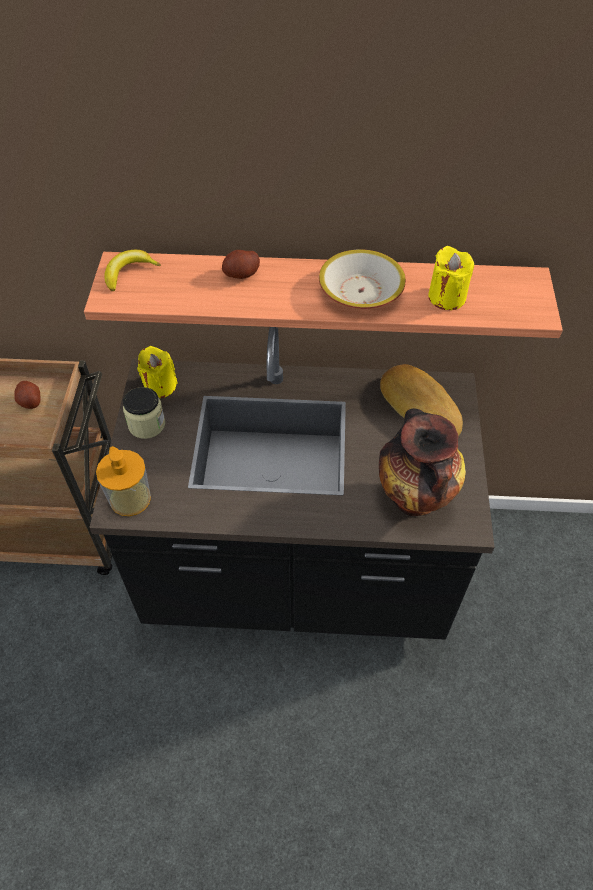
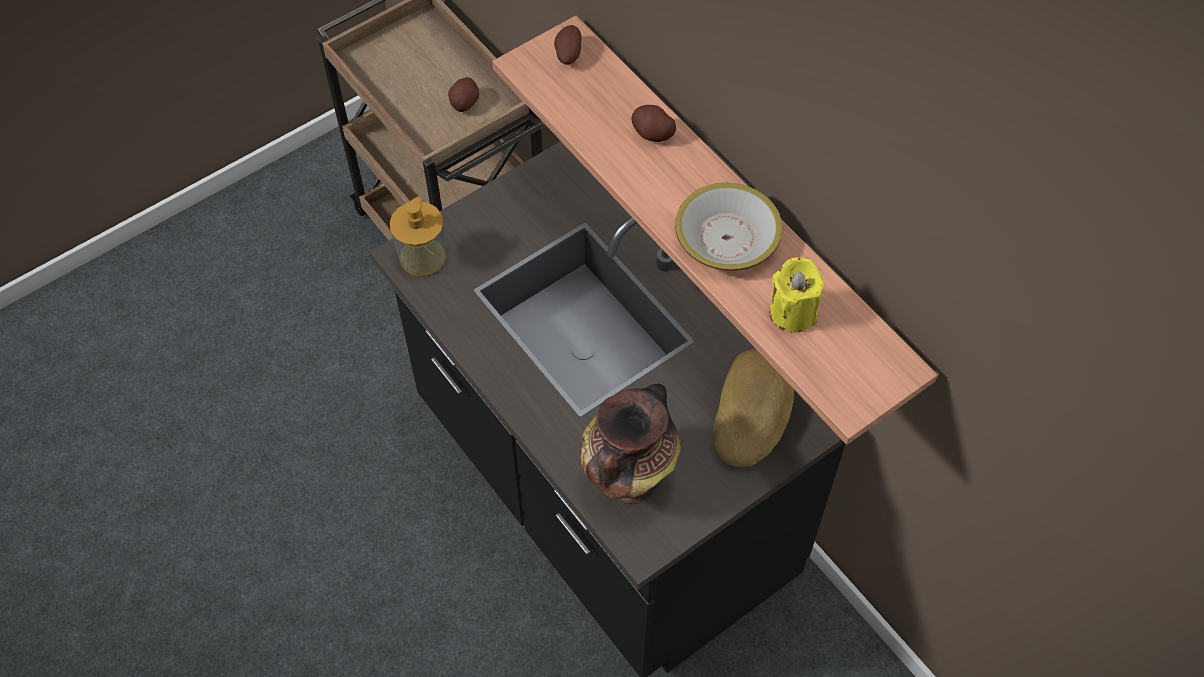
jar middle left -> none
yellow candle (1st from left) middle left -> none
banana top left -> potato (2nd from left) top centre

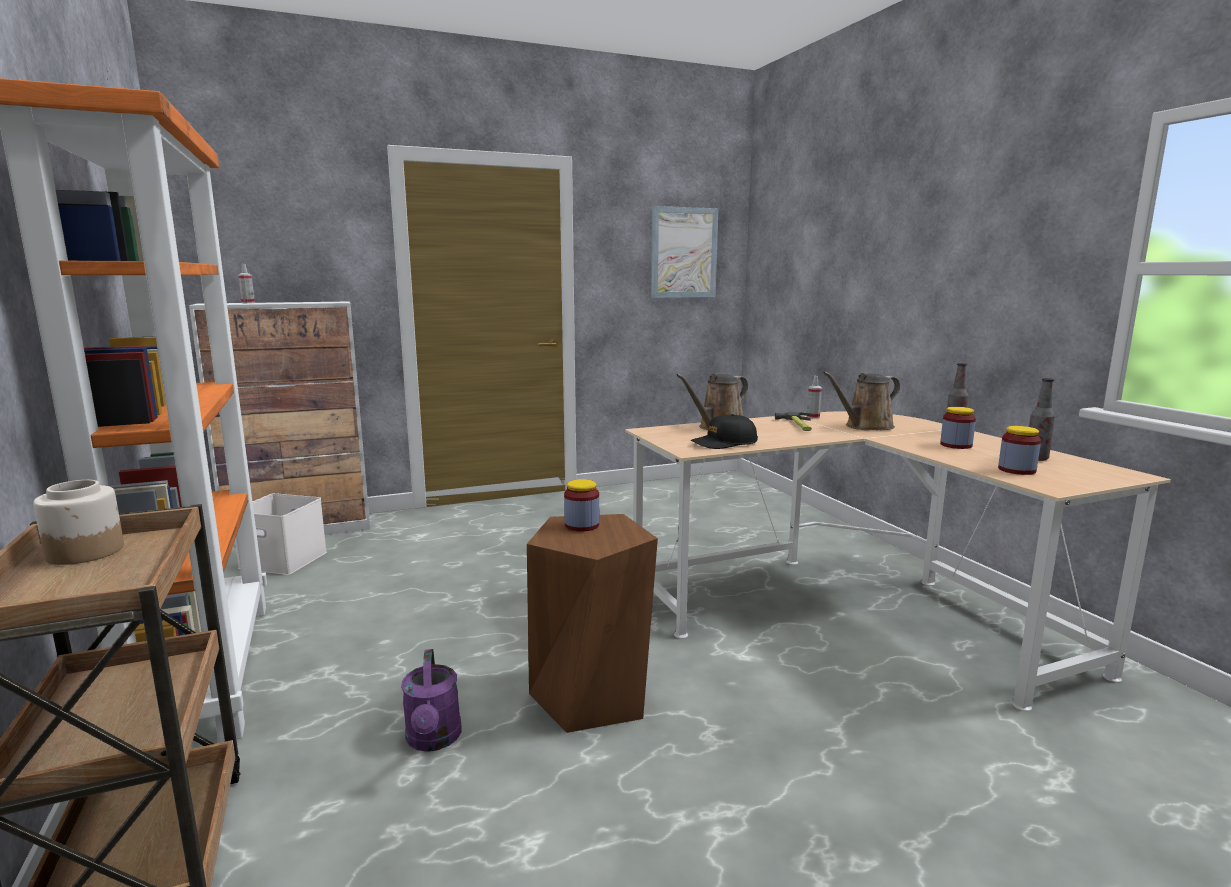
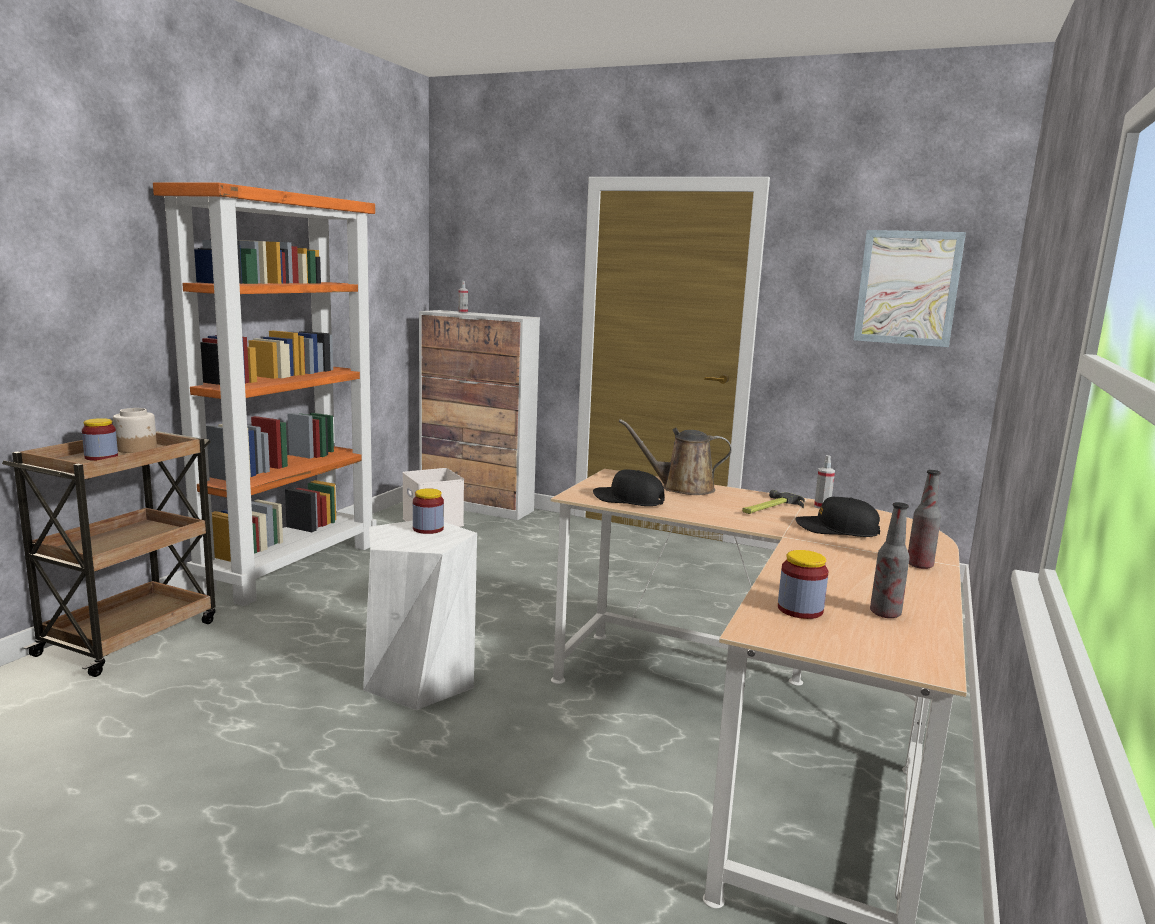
purple watering can bottom centre -> none
jar (3rd from left in the first image) middle right -> jar (1st from left) middle left, move
brown watering can (2nd from left) middle right -> black cap (2nd from left) middle right
brown stool bottom centre -> white stool centre

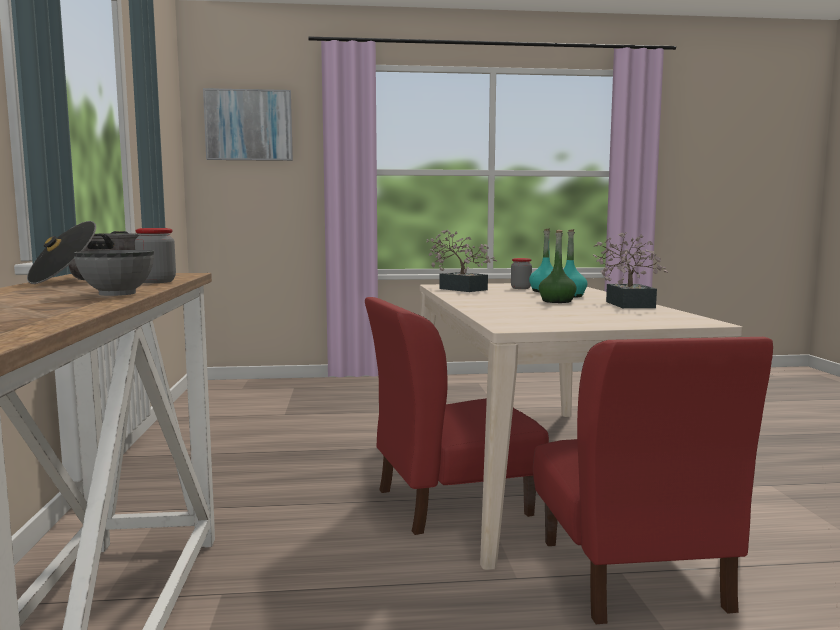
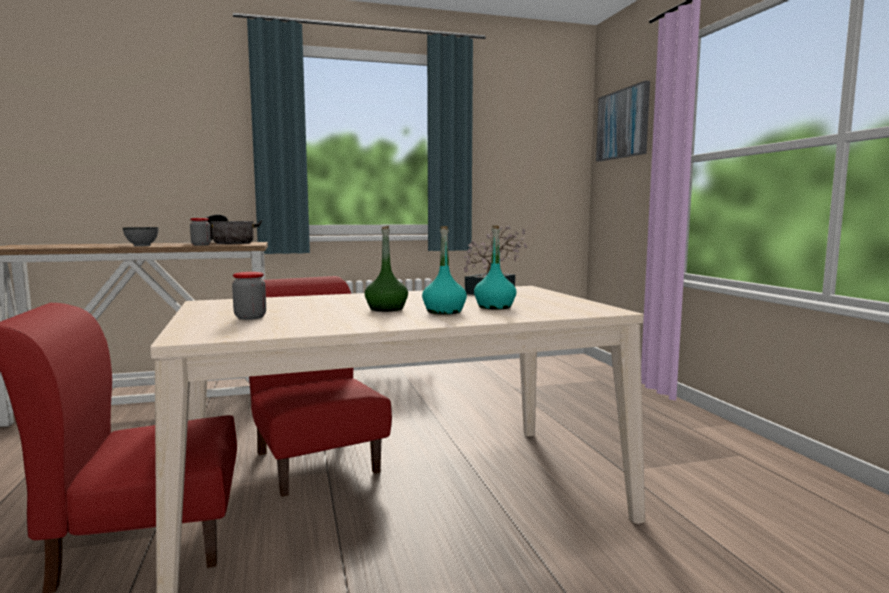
potted plant (2nd from left) middle right -> none
jar (2nd from left) centre -> jar (2nd from left) middle left, move

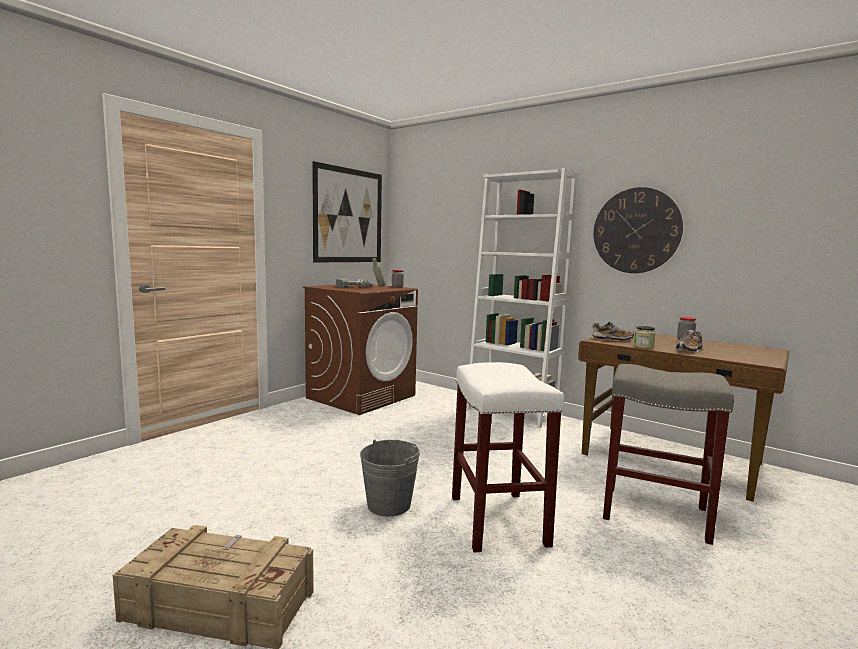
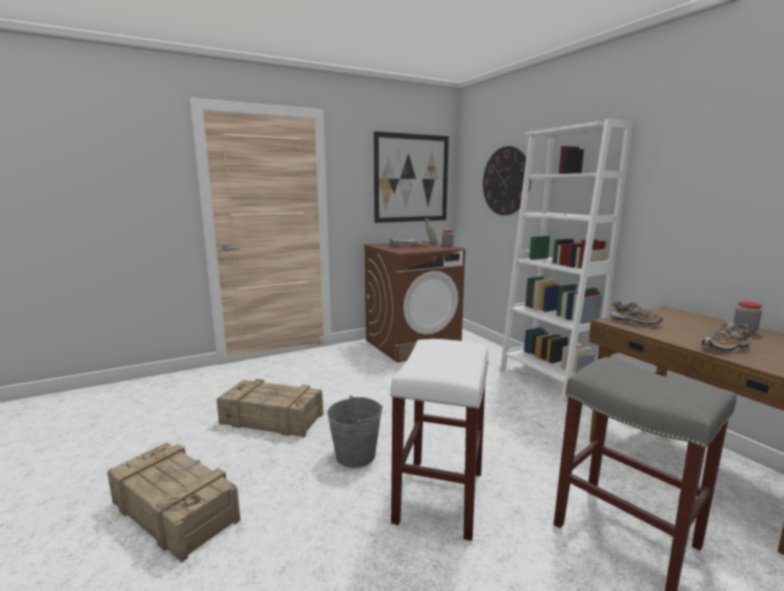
jar (2nd from left) middle right -> none
none -> crate (2nd from left) bottom centre
wall clock middle right -> wall clock top centre, move

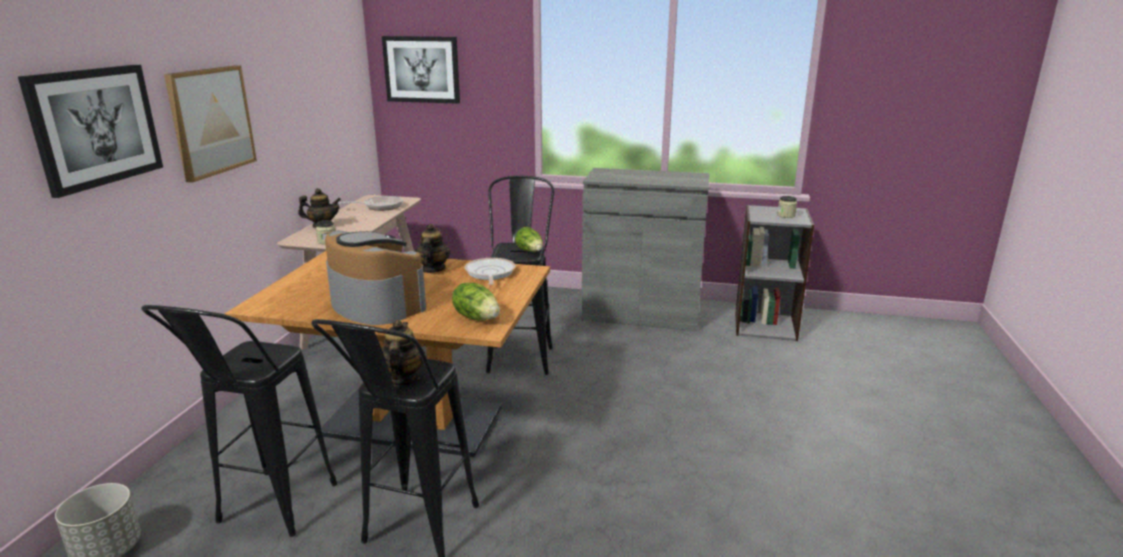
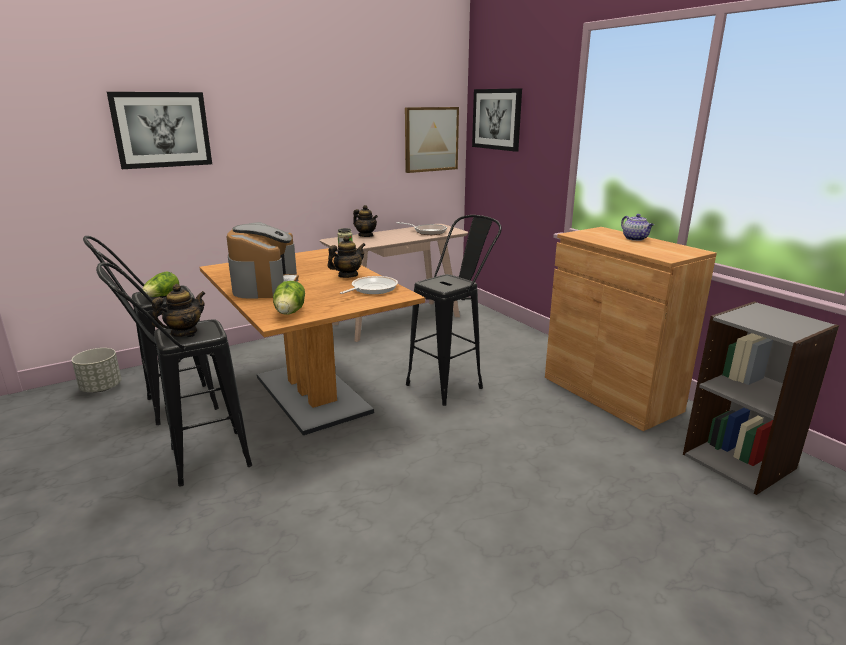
jar (2nd from left) middle right -> none
none -> teapot (4th from left) middle right
picture (2nd from left) top left -> picture (2nd from left) top centre, move
lettuce (2nd from left in the first image) centre -> lettuce (1st from left) middle left, move
grey cabinet centre -> brown cabinet middle right

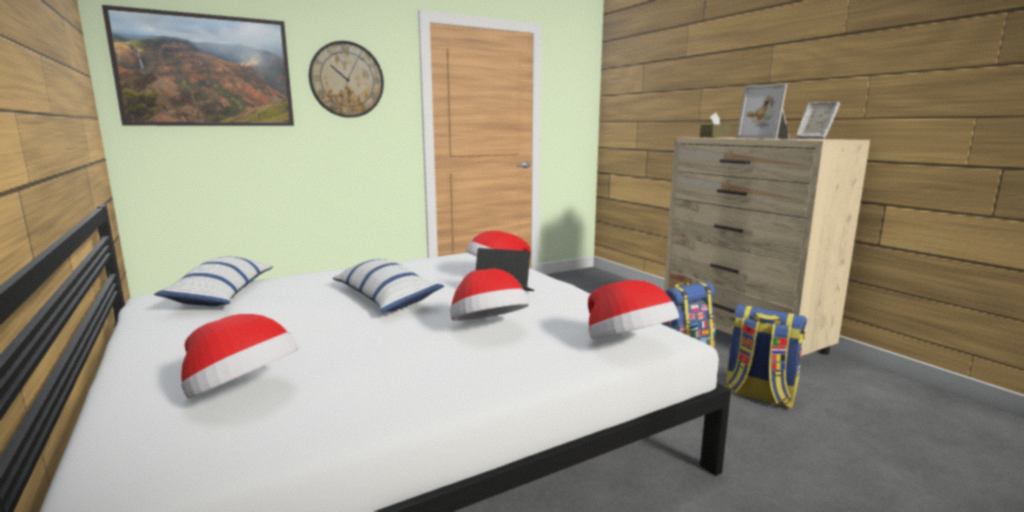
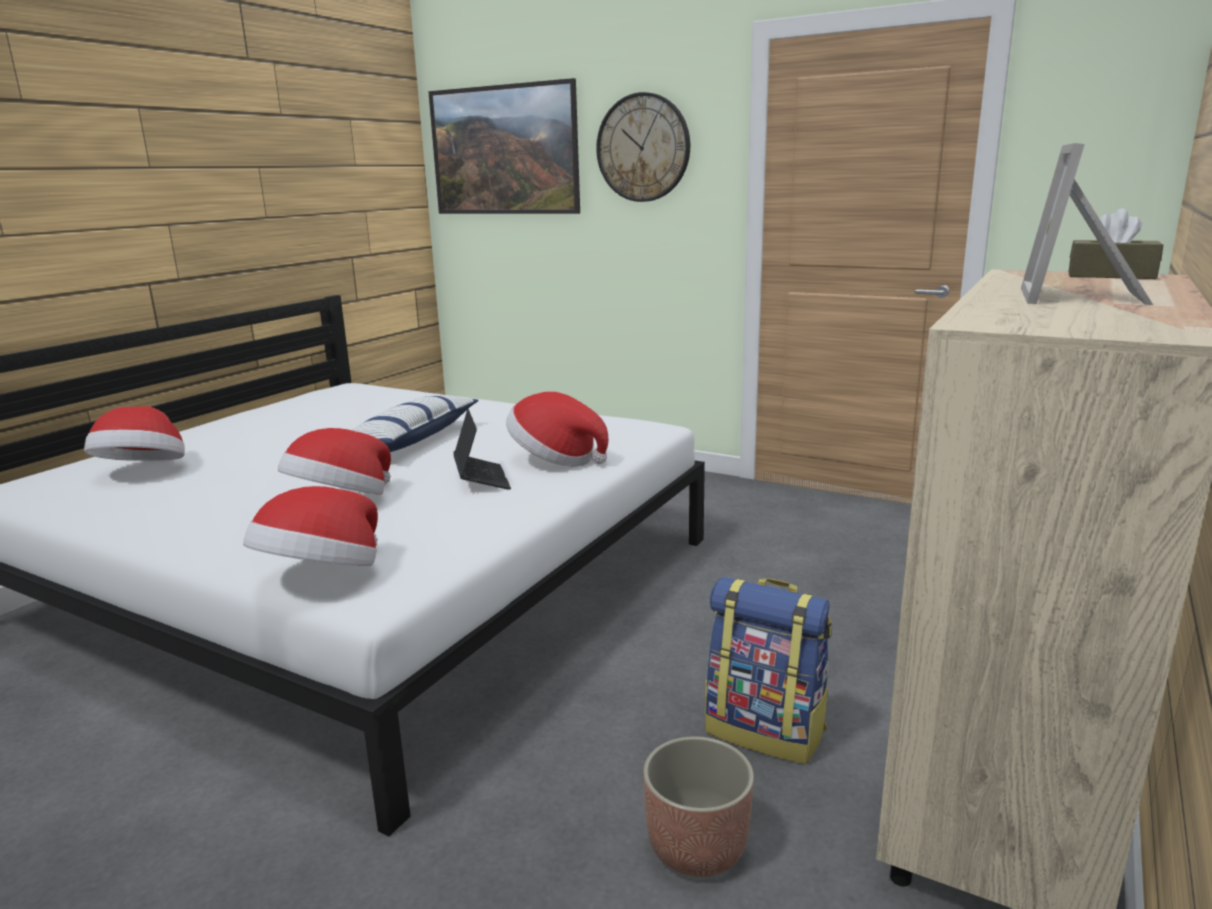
pillow (1st from left) middle left -> none
picture frame (2nd from left) top right -> none
backpack (2nd from left) bottom right -> planter bottom centre

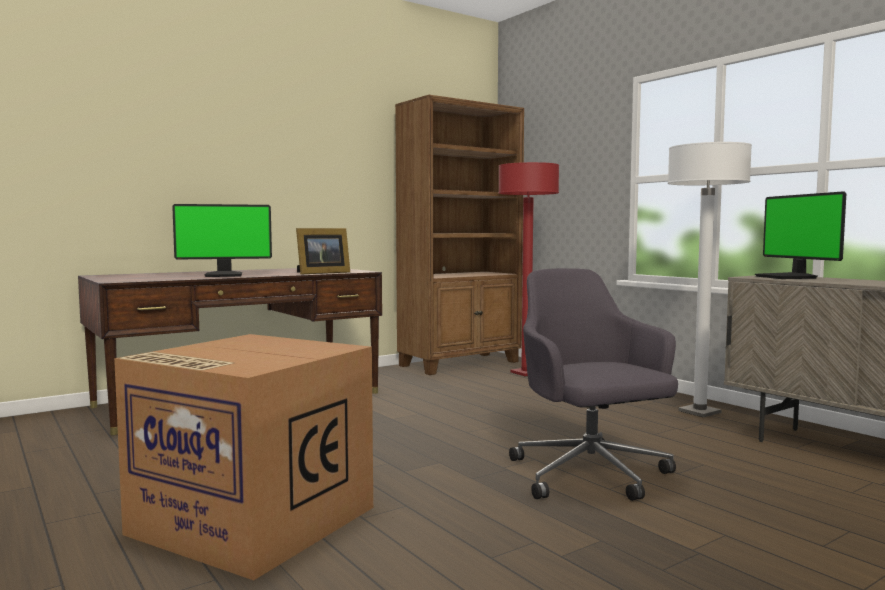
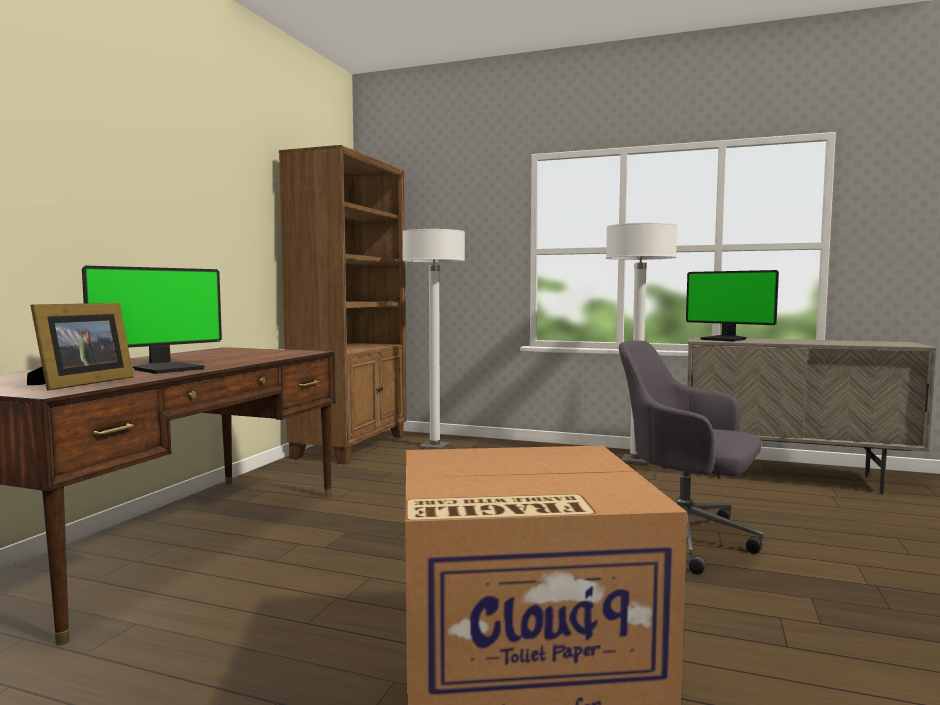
picture frame centre -> picture frame middle left, move
red floor lamp centre -> white floor lamp (1st from left) centre

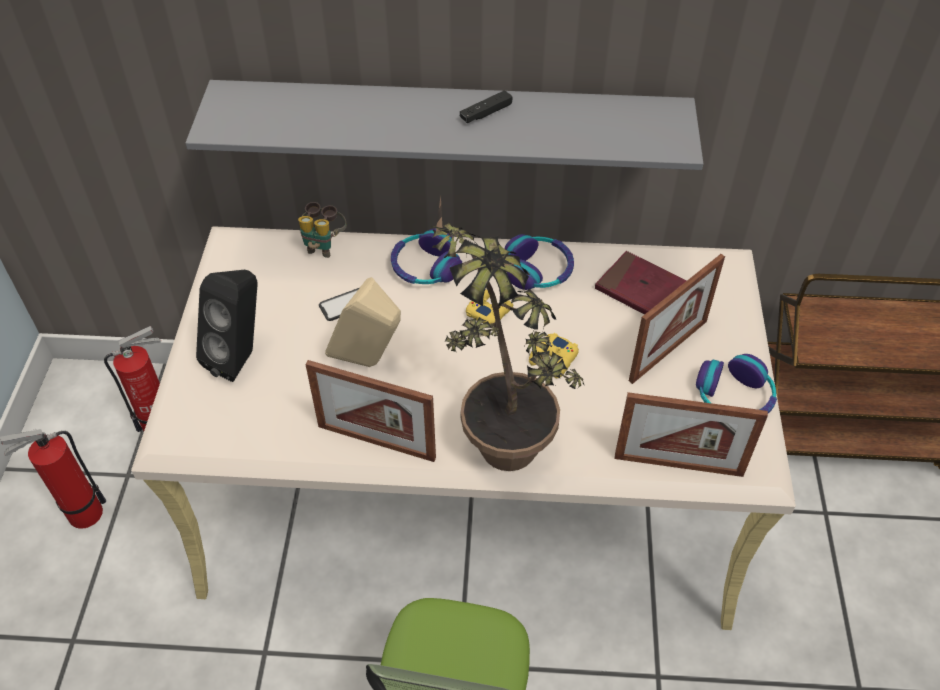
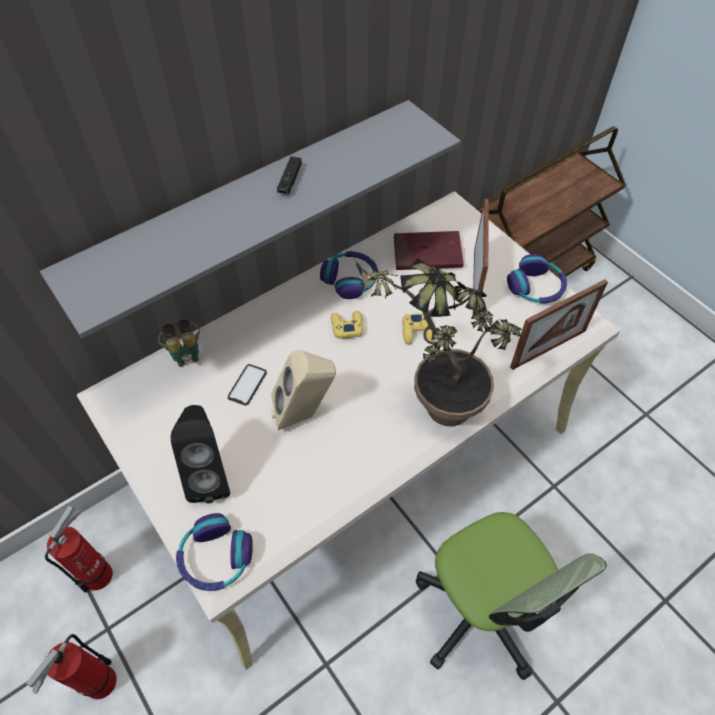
picture frame (1st from left) centre -> none
headphones (1st from left) centre -> headphones (1st from left) bottom left, move

